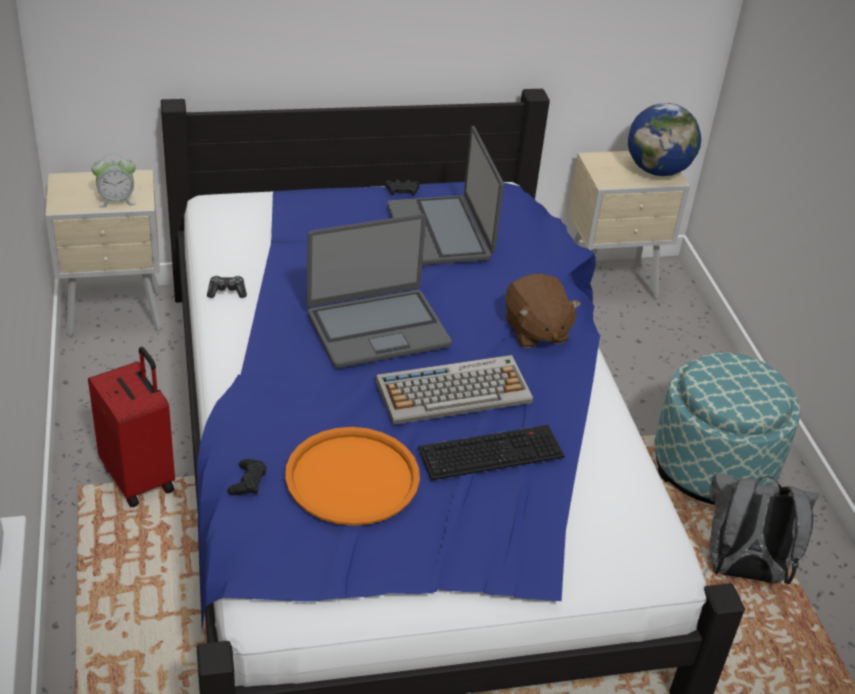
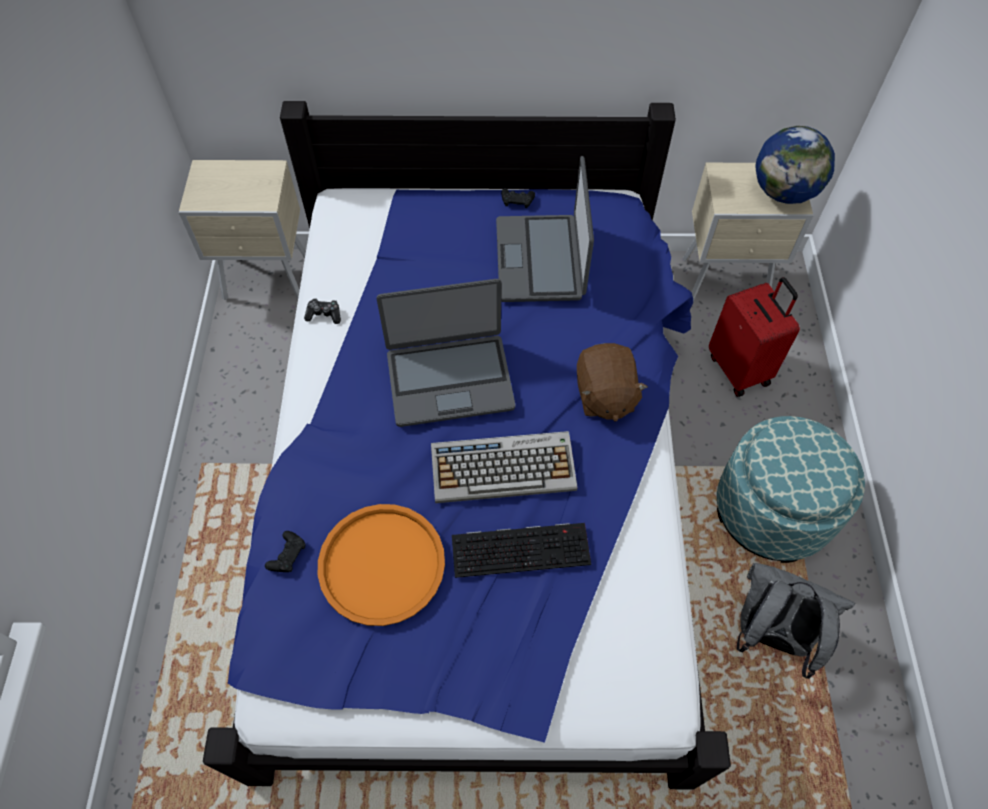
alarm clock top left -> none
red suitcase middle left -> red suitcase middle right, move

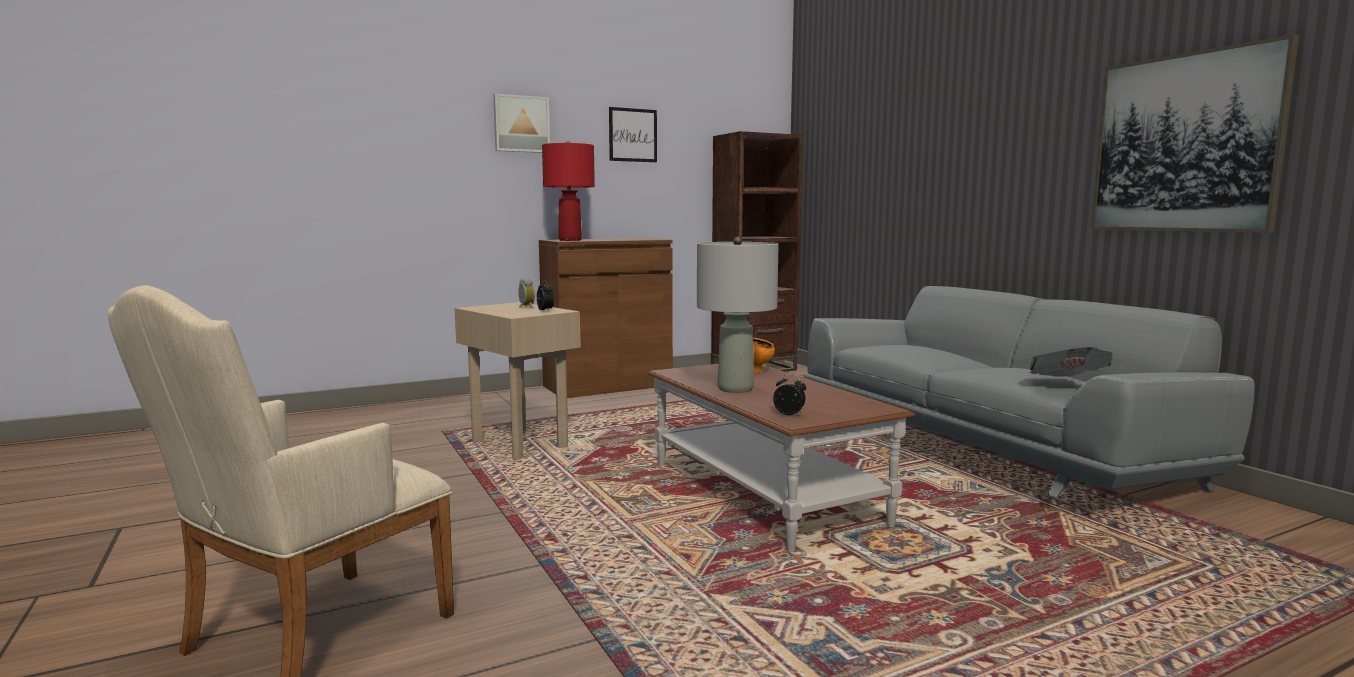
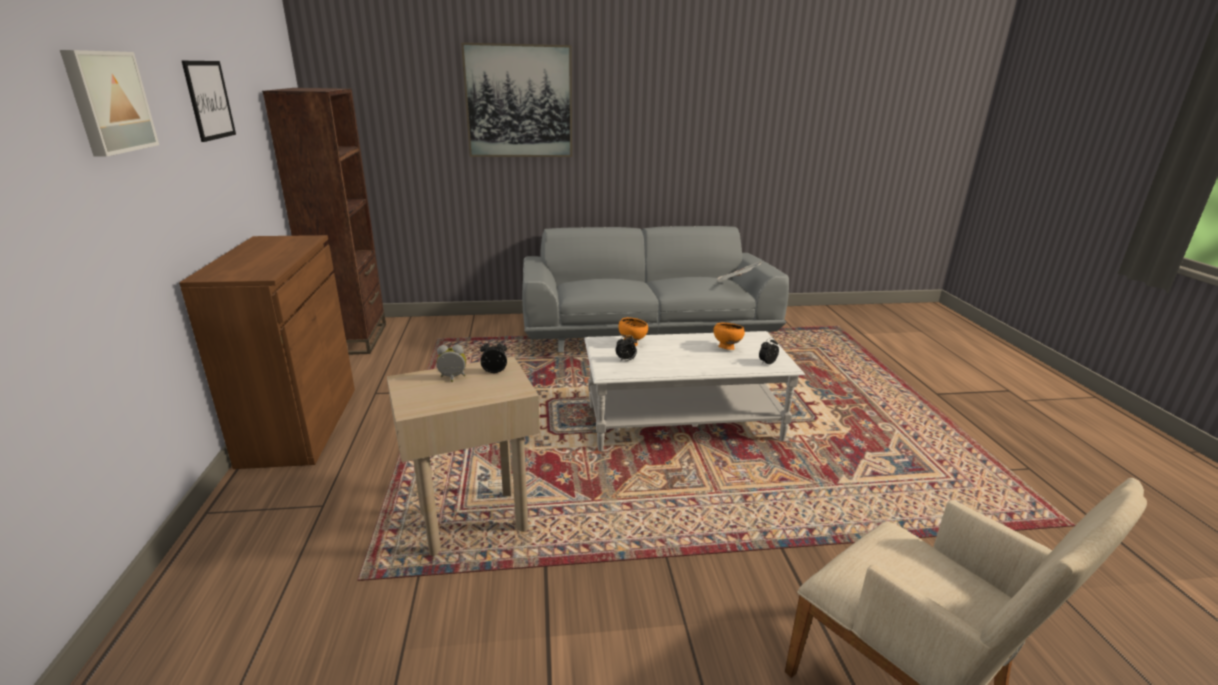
red table lamp top centre -> none
grey table lamp centre -> none
none -> alarm clock (3rd from left) centre
none -> orange bowl (2nd from left) centre
picture (3rd from left) top right -> picture (3rd from left) top centre, move
brown coffee table bottom centre -> white coffee table centre

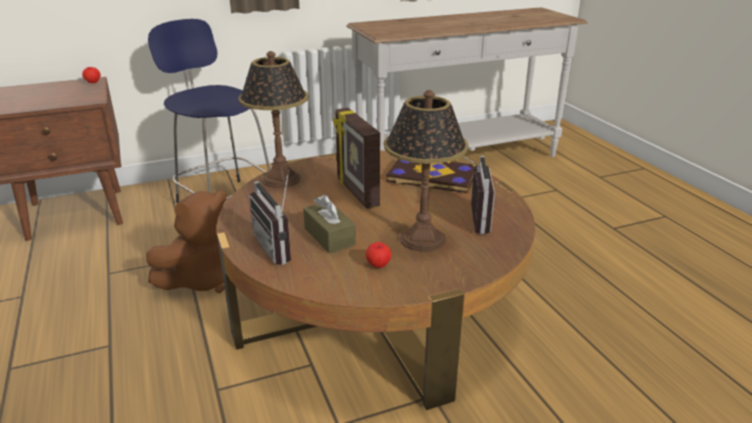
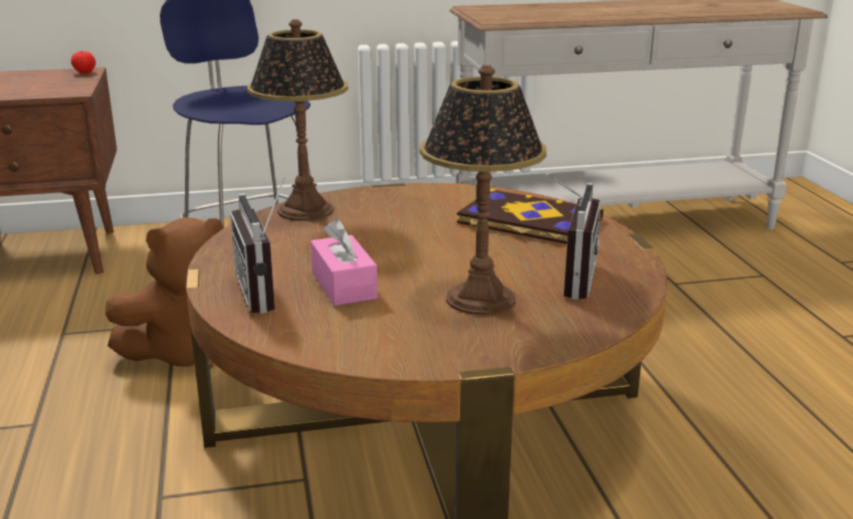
picture frame centre -> none
apple (2nd from left) centre -> none
brown tissue box centre -> pink tissue box centre

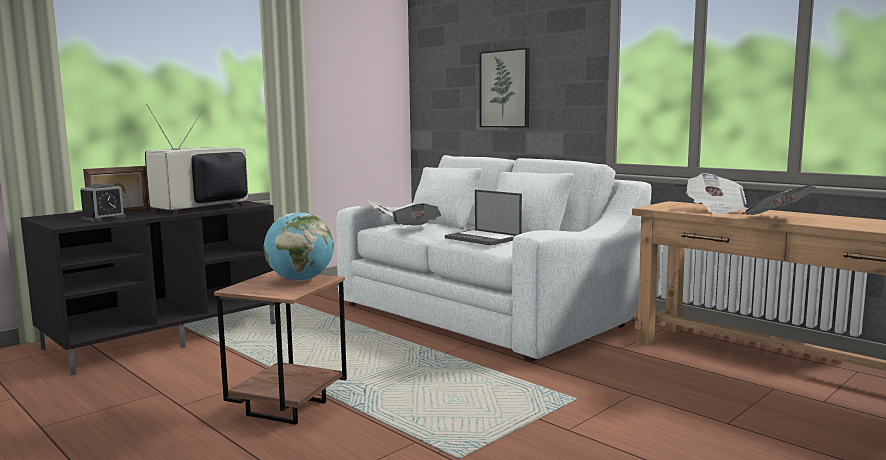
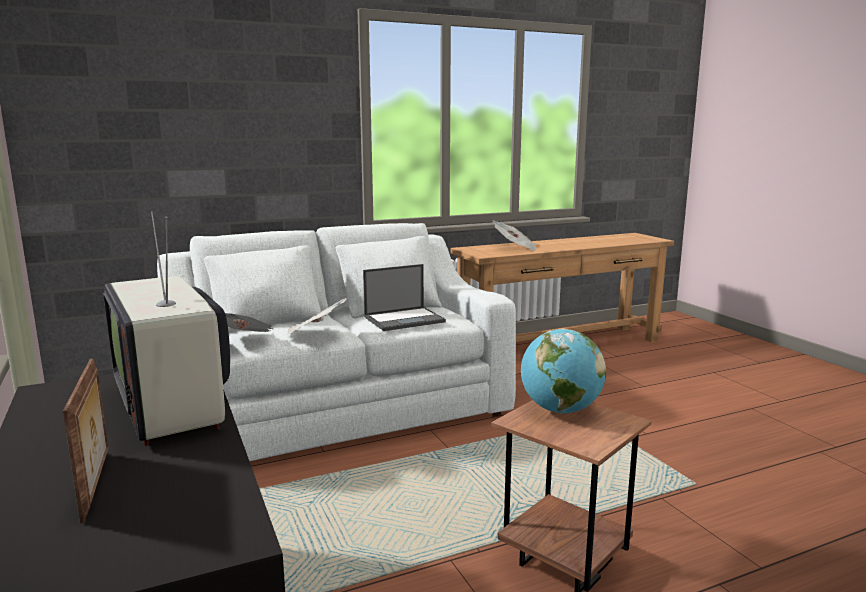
alarm clock middle left -> none
picture top centre -> none
newspaper (4th from left) middle right -> none

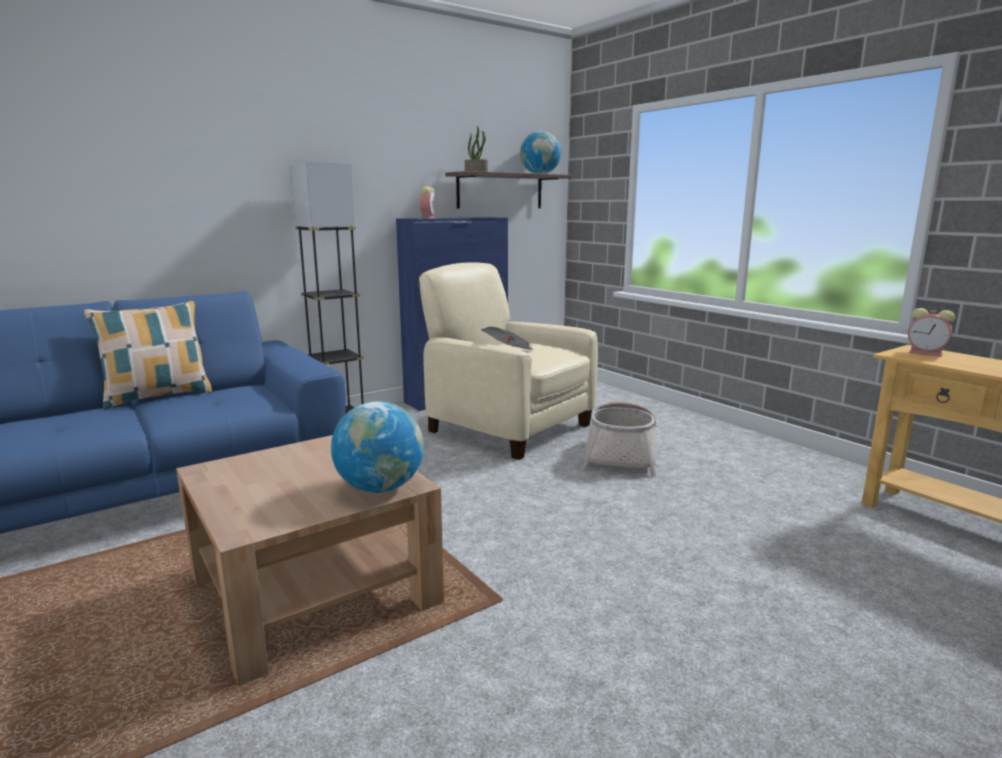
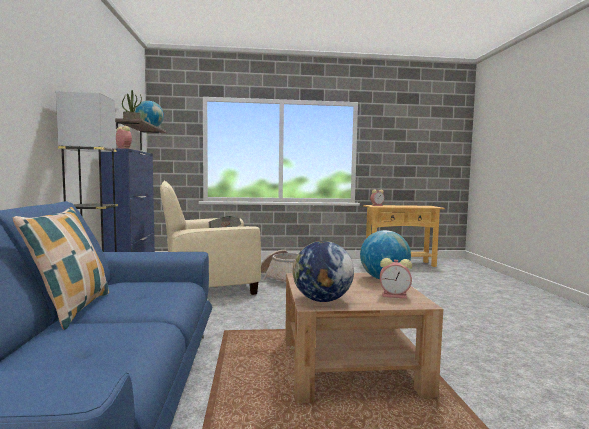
none -> globe (2nd from left) centre
none -> alarm clock (3rd from left) middle right

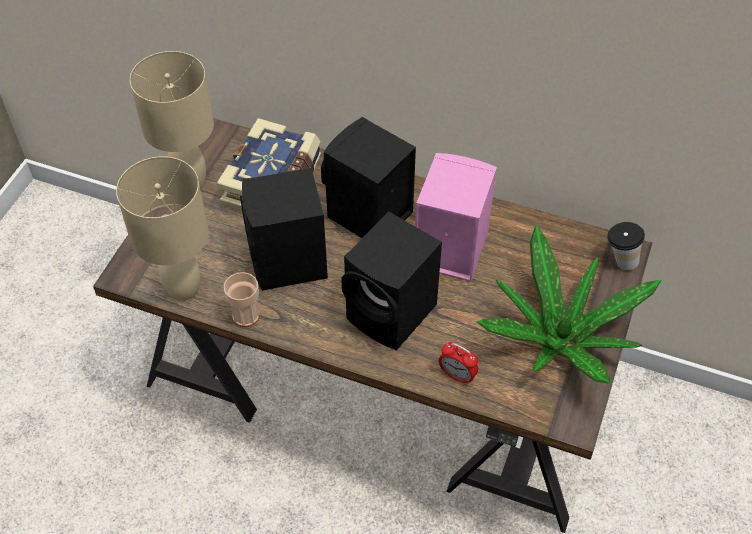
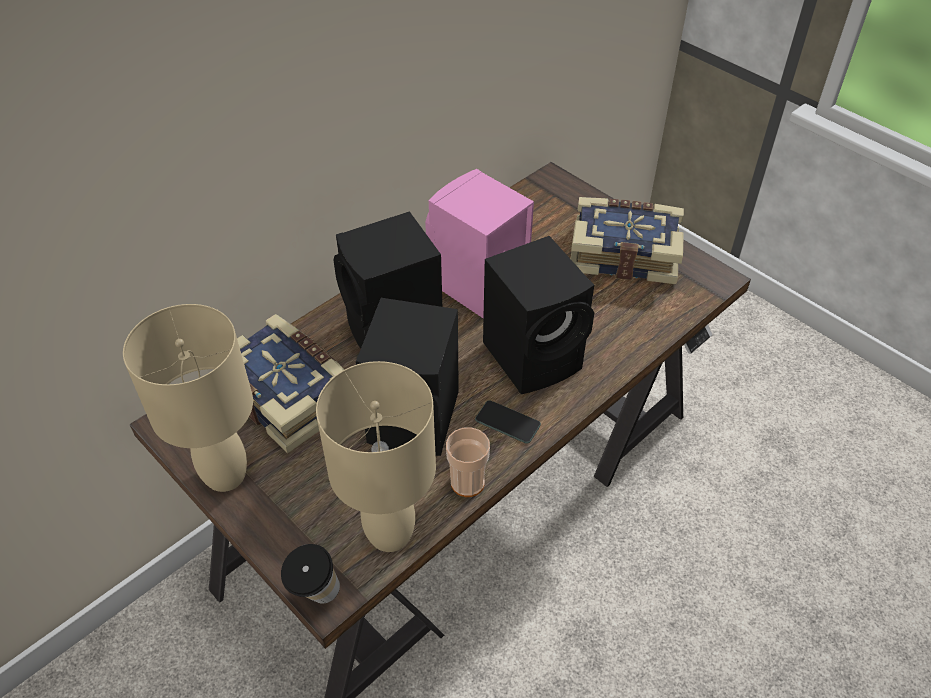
alarm clock bottom centre -> none
none -> phone centre
cup (2nd from left in the first image) middle right -> cup (1st from left) bottom left, move
potted plant middle right -> book (2nd from left) middle right

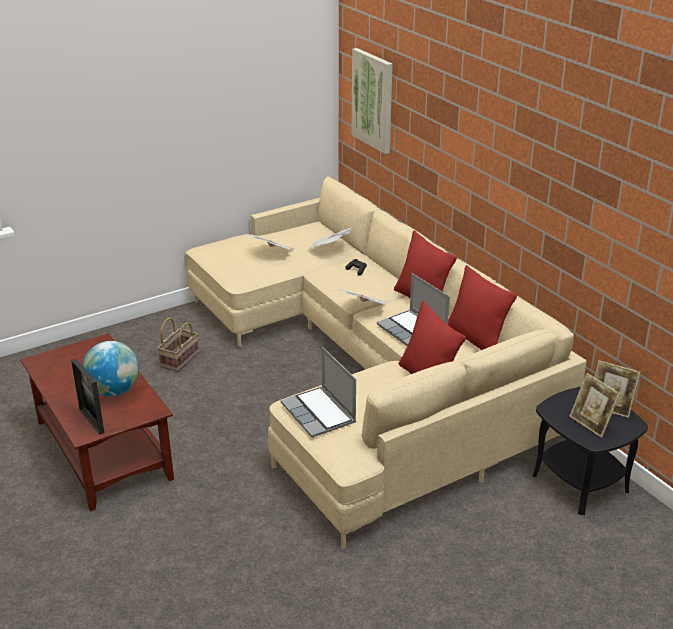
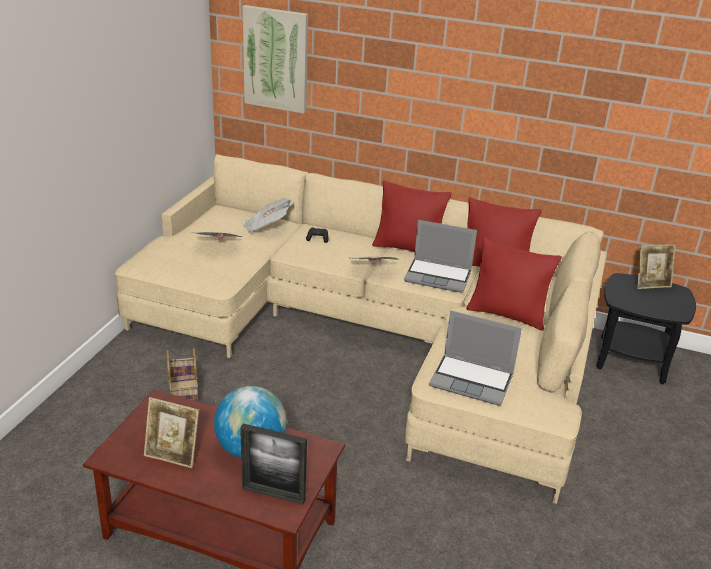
picture frame (2nd from left in the first image) middle right -> picture frame (1st from left) bottom left, move

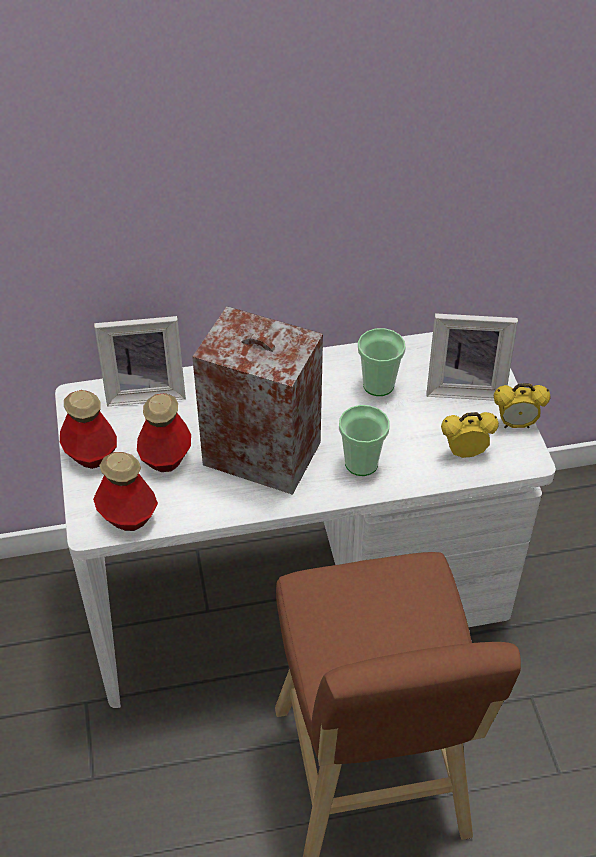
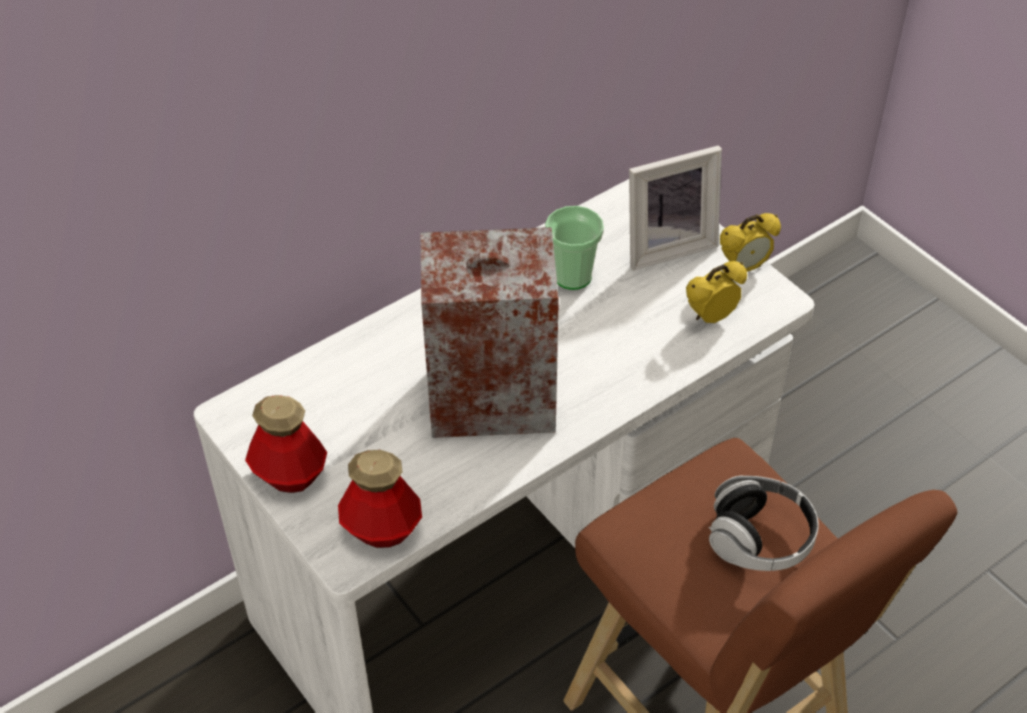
picture frame (1st from left) middle left -> none
bottle (3rd from left) middle left -> none
cup (1st from left) centre -> none
none -> headphones bottom right

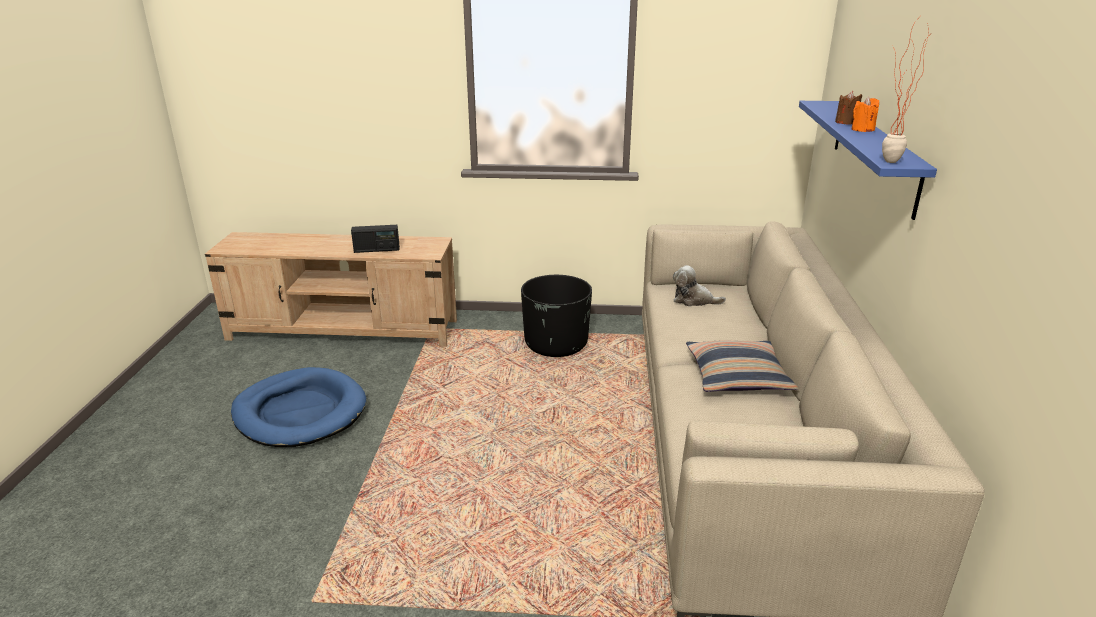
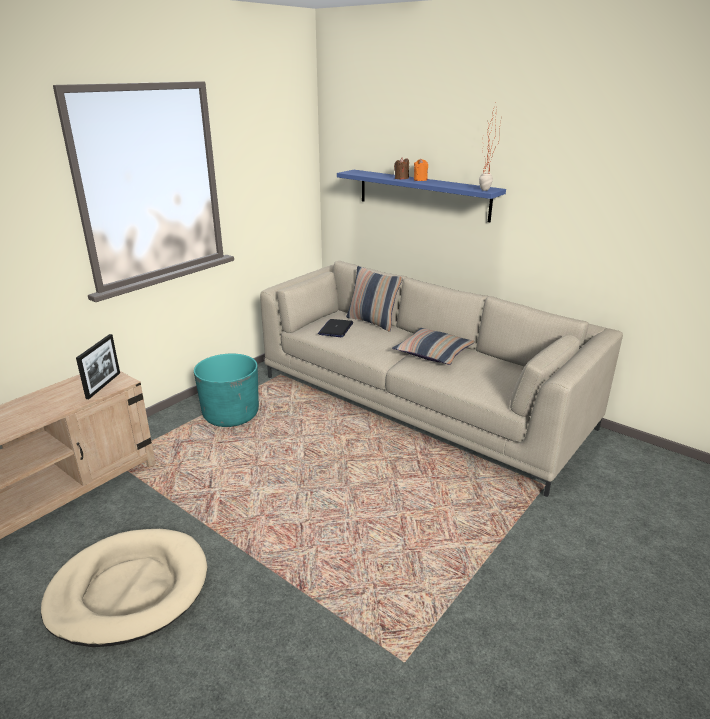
radio centre -> none
none -> picture frame middle left
none -> pillow (1st from left) centre
plush toy centre -> laptop centre
blue dog bed middle left -> beige dog bed bottom left
black planter centre -> turquoise planter middle left

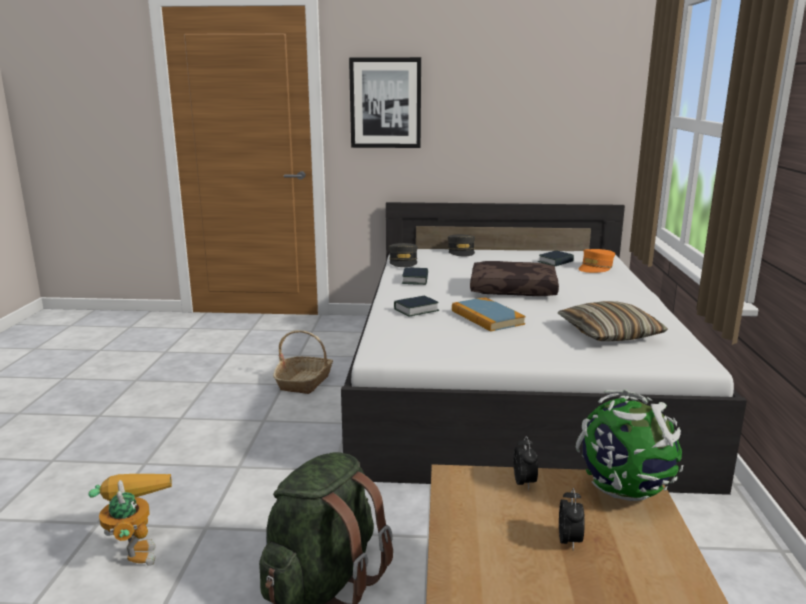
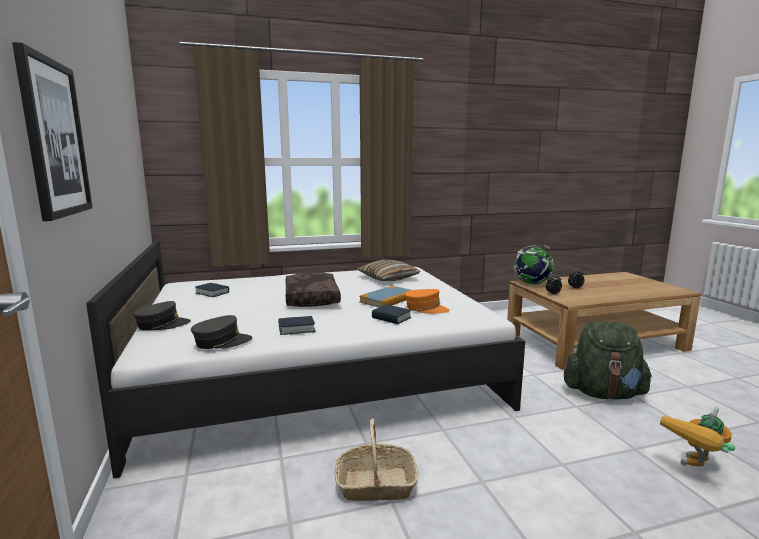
orange cap middle right -> orange cap centre, move

